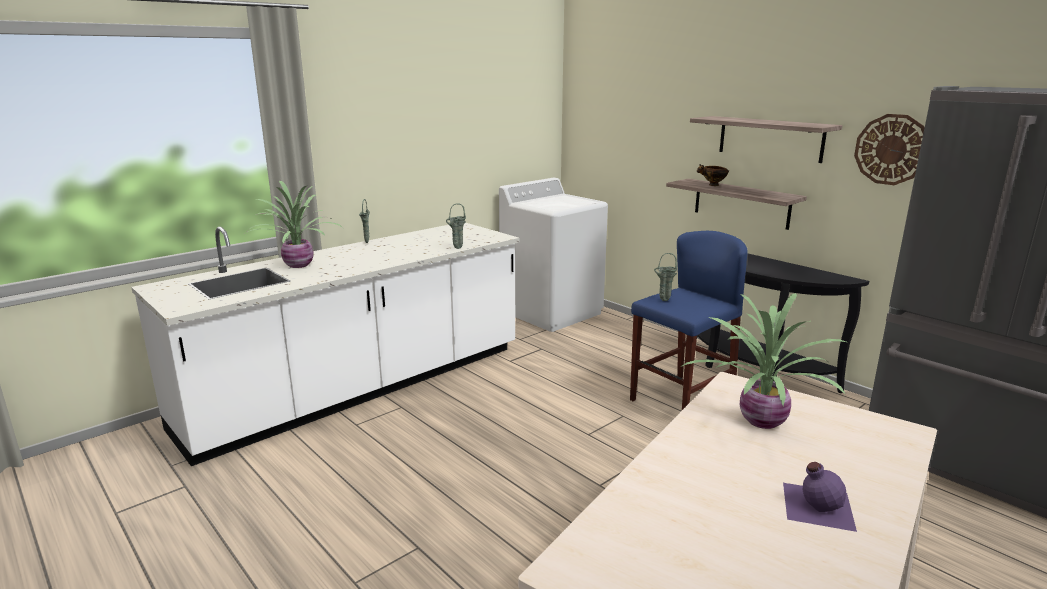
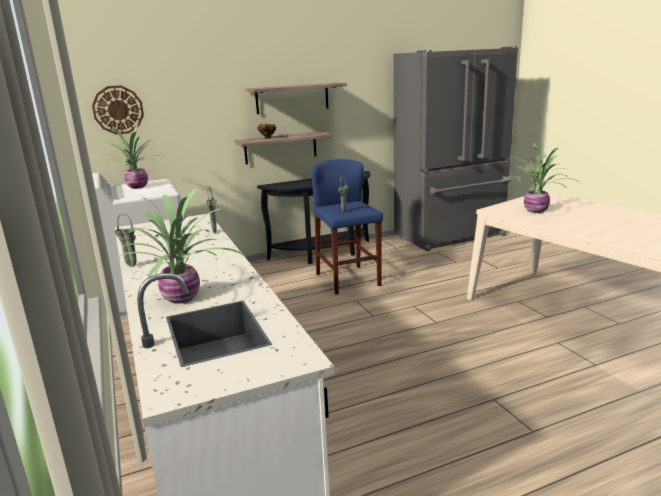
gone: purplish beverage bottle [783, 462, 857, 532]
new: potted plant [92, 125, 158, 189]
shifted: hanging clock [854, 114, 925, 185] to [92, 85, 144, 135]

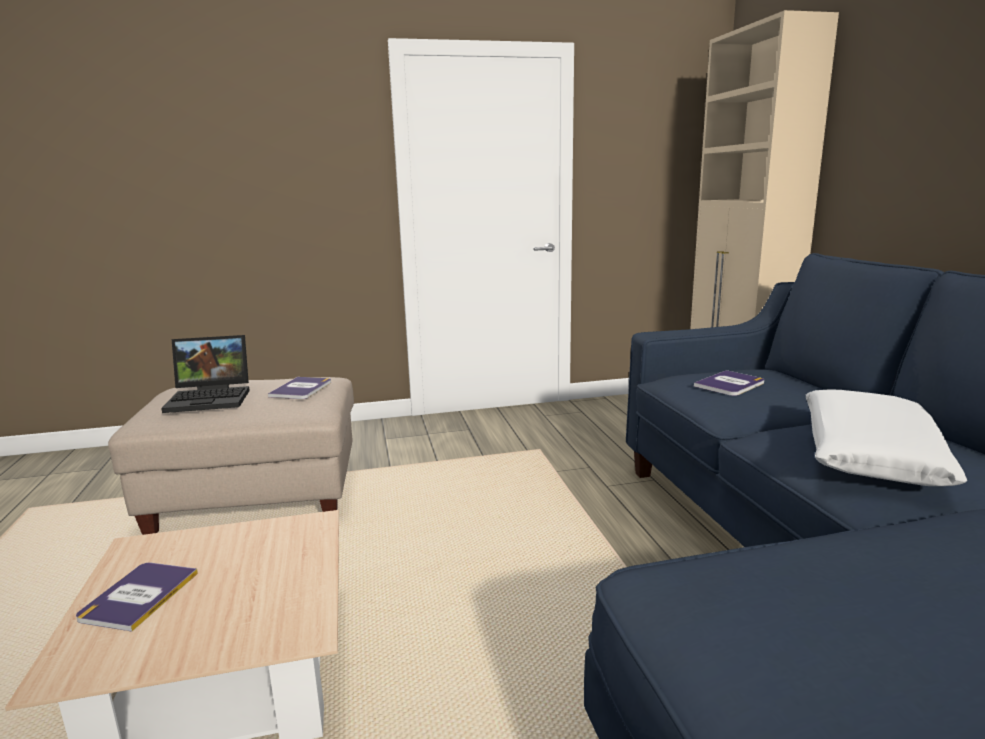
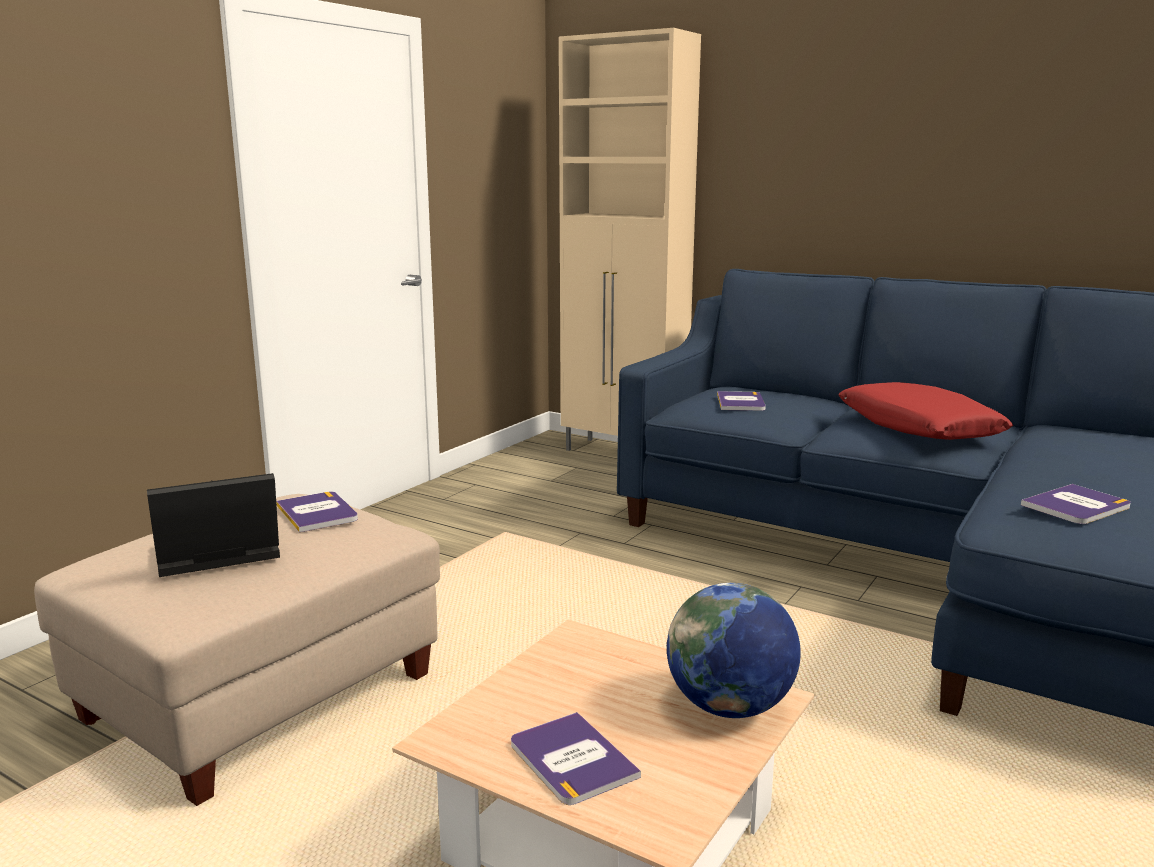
new: globe [667, 583, 801, 718]; volume [1021, 484, 1131, 524]
repainted: whitish cushion [806, 390, 968, 486] to reddish cushion [838, 382, 1013, 440]
rotated: laptop [161, 335, 250, 413] = [147, 473, 280, 577] 150 degrees counterclockwise

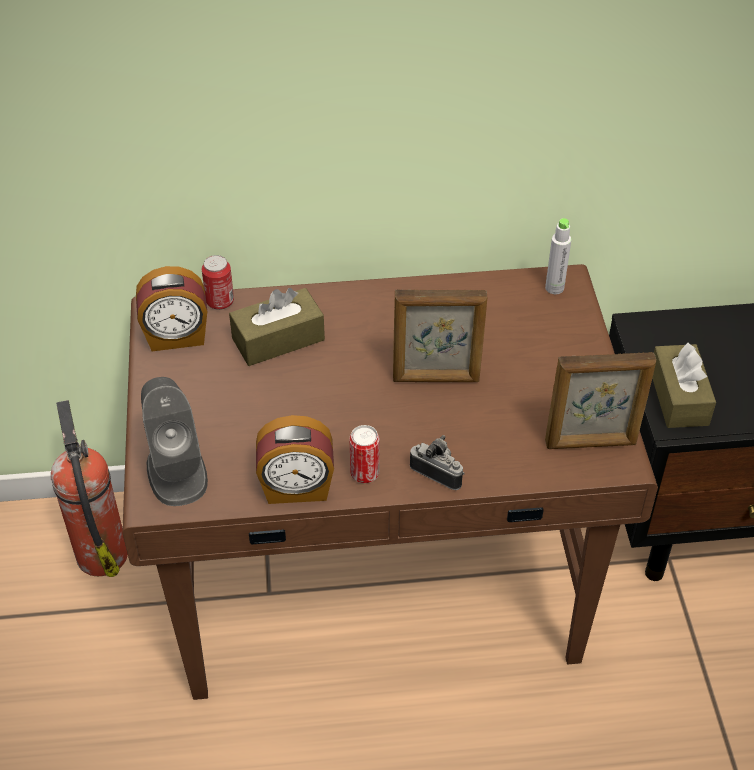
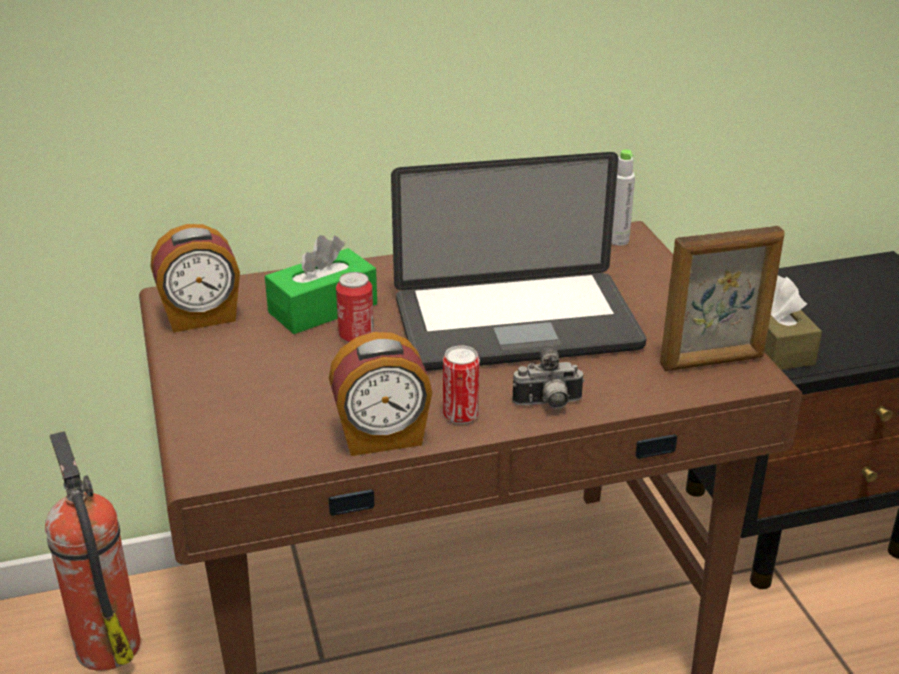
gone: greyish audio speaker [141, 377, 208, 506]
shifted: metal can [202, 255, 234, 310] to [336, 272, 374, 343]
swapped: photo frame [393, 289, 487, 382] to laptop [391, 152, 646, 371]
repainted: brownish tissue holder [229, 288, 325, 366] to green-coloured tissue holder [265, 235, 377, 334]
rotated: still camera [410, 435, 465, 490] = [513, 345, 585, 409] 150 degrees clockwise

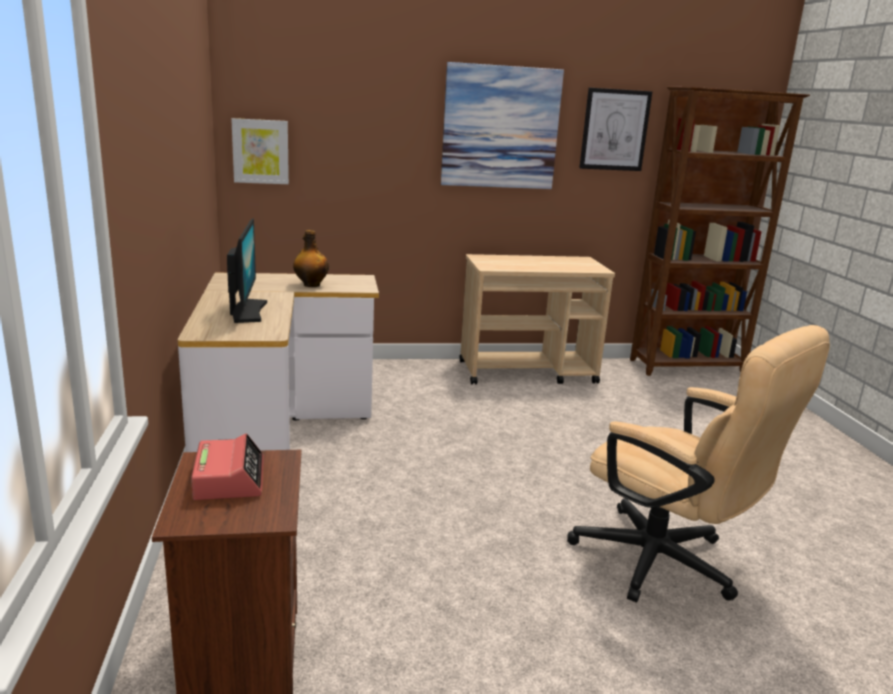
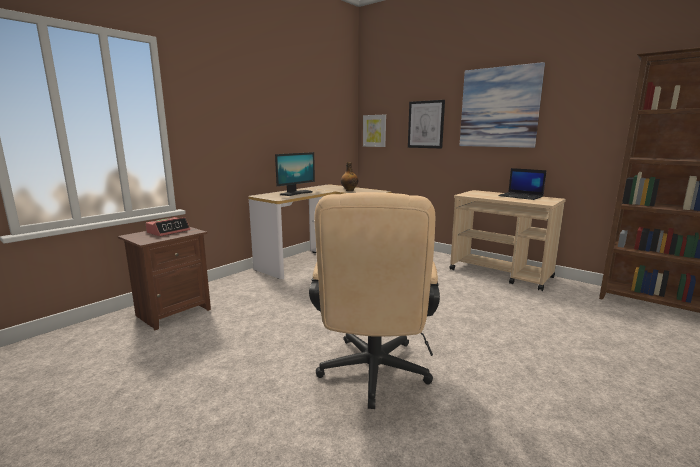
new: laptop [498, 168, 547, 200]
shifted: picture [579, 88, 652, 171] to [408, 100, 445, 148]

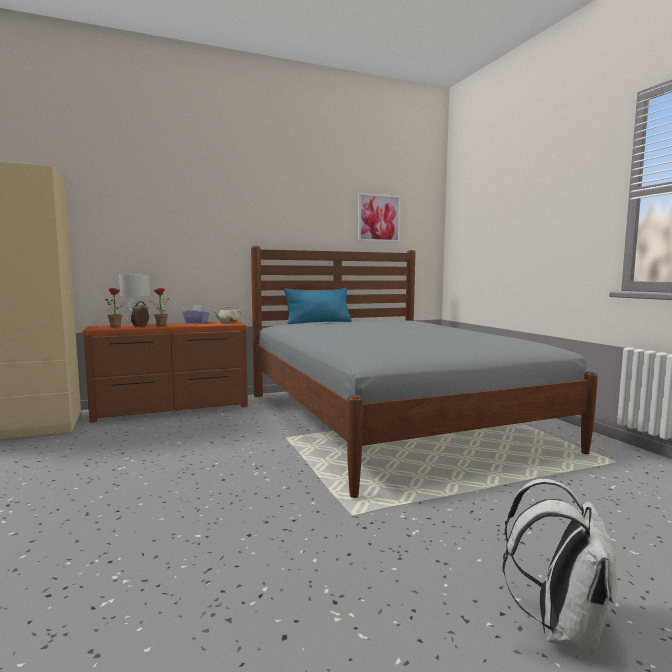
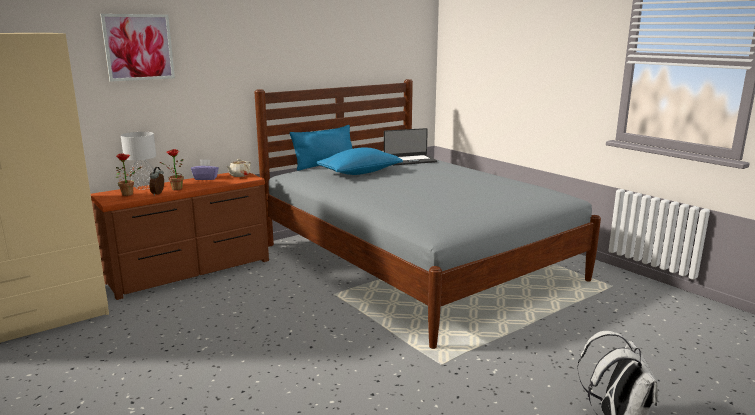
new: bluish cushion [317, 148, 403, 175]; laptop [384, 128, 437, 165]
shifted: picture [358, 193, 401, 242] to [100, 14, 175, 82]

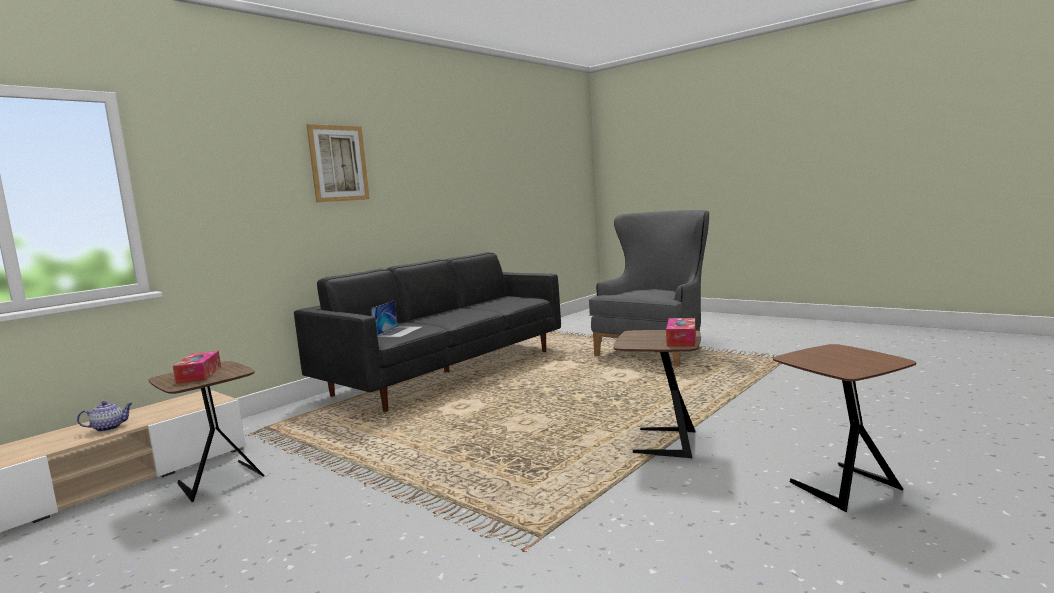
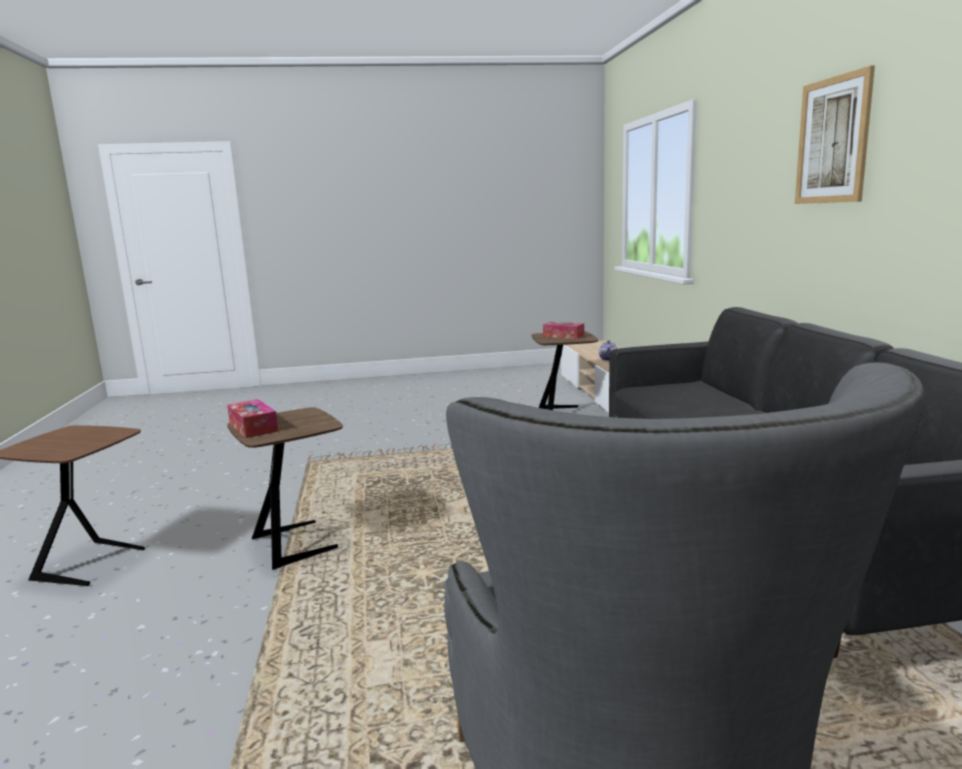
gone: laptop [371, 300, 423, 337]

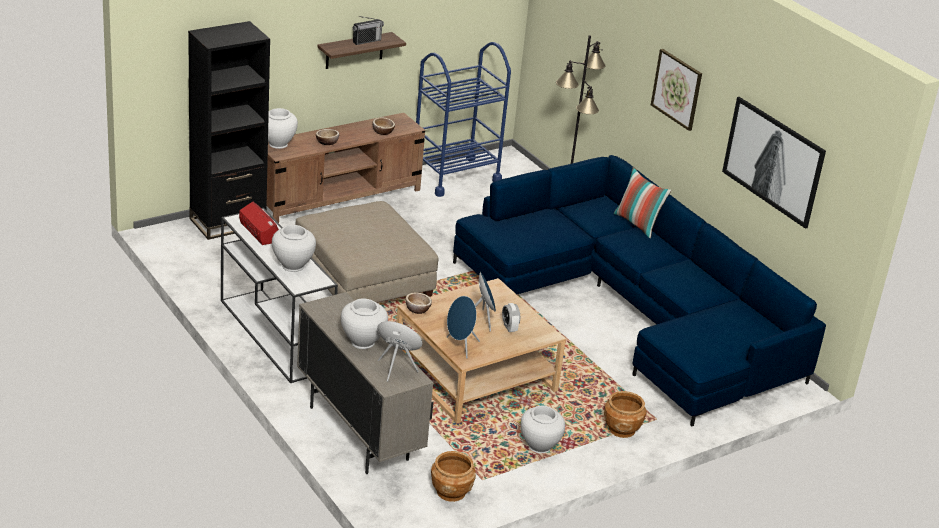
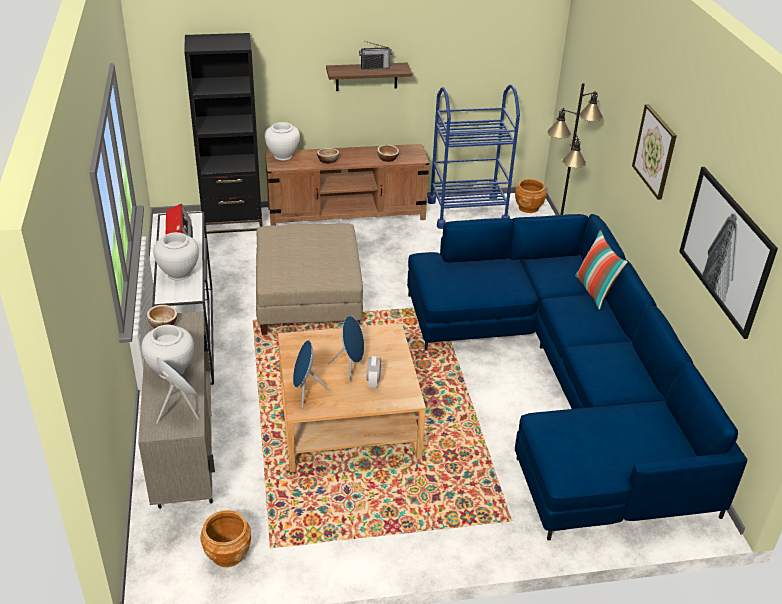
gone: whitish flower vase [521, 406, 565, 453]
shifted: serving bowl [406, 292, 432, 314] to [147, 305, 177, 328]; brownish planter [604, 391, 647, 438] to [515, 179, 547, 213]

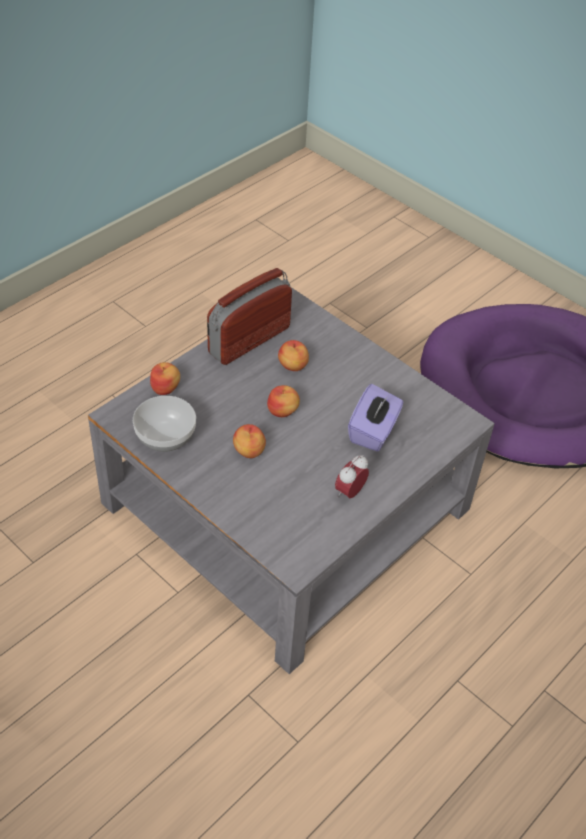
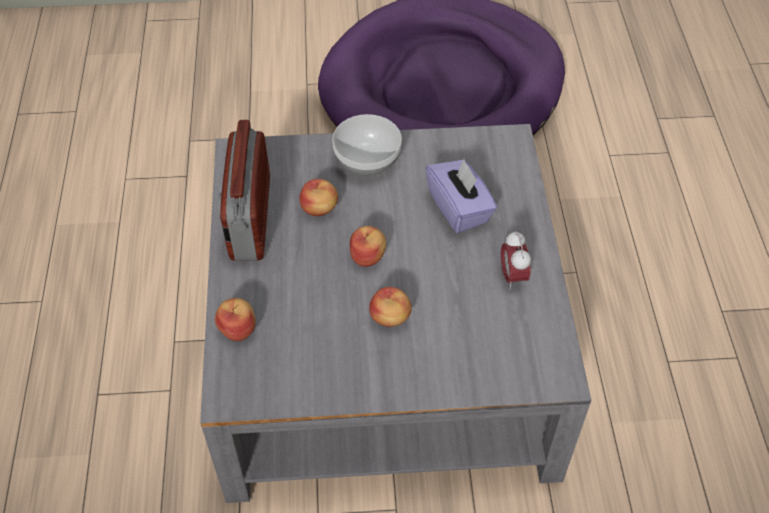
shifted: serving bowl [133, 396, 196, 452] to [332, 114, 402, 176]

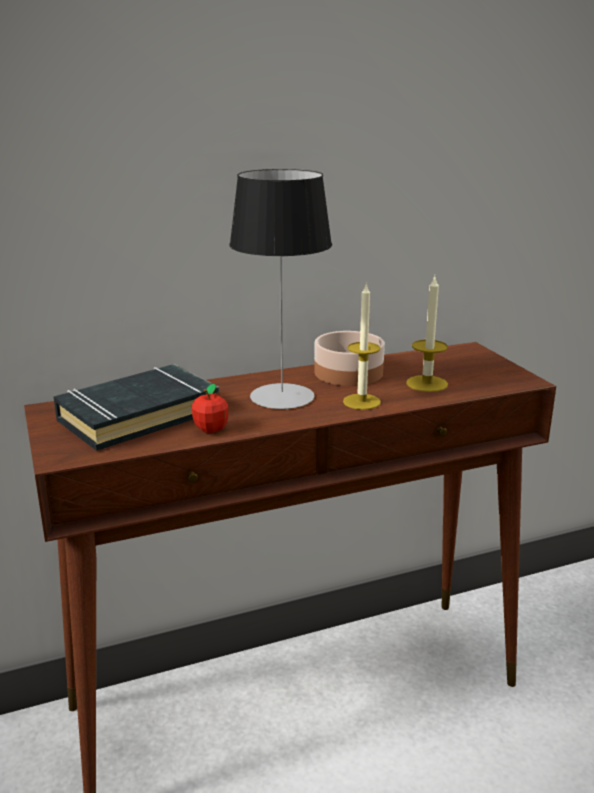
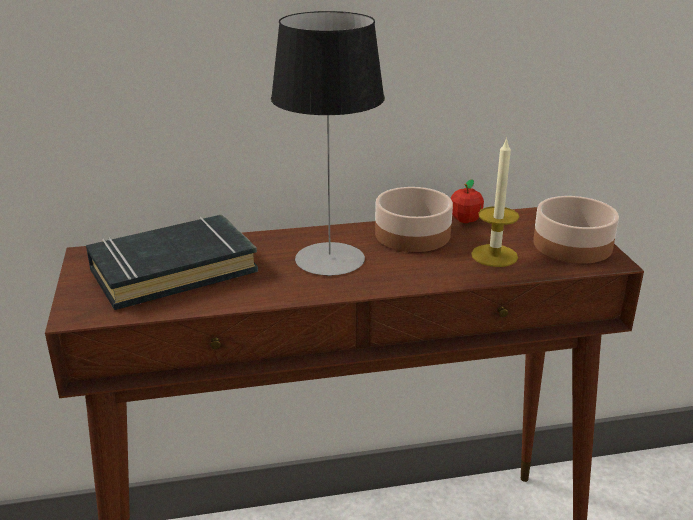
gone: wax light [343, 284, 381, 410]
new: serving bowl [533, 196, 619, 264]
shifted: whole apple [192, 384, 228, 433] to [451, 179, 484, 223]

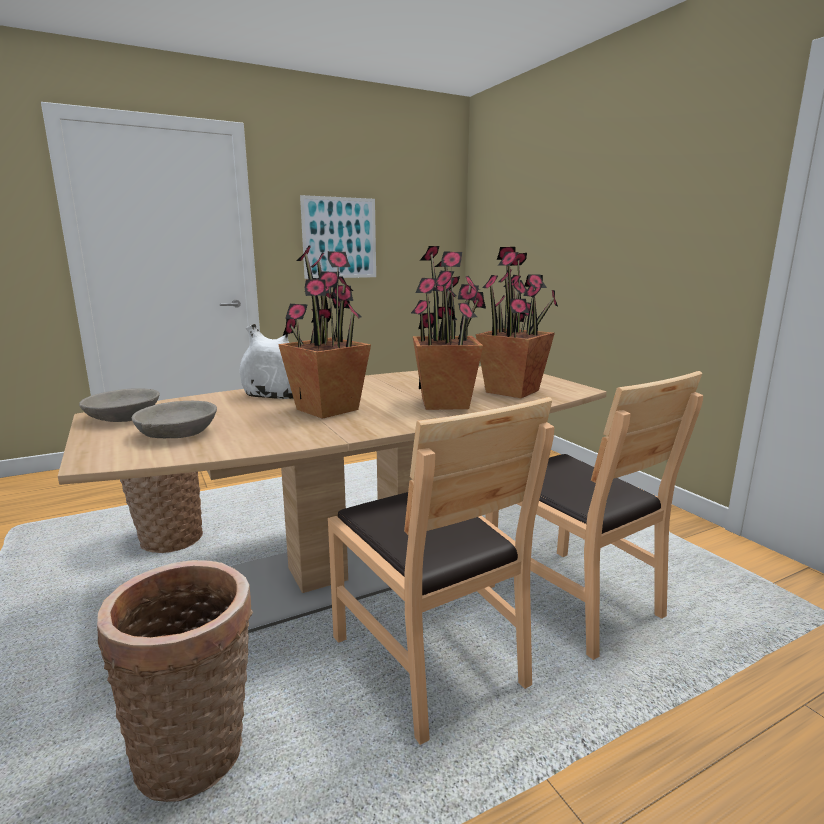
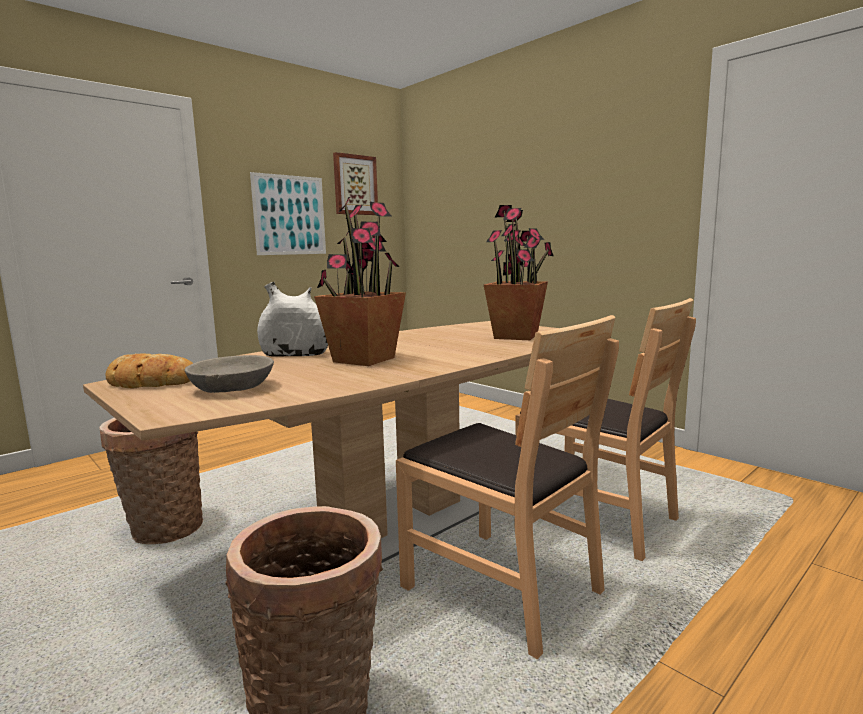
gone: potted plant [411, 246, 486, 410]
new: picture [333, 152, 378, 215]
swapped: greyish serving bowl [79, 388, 160, 422] to baked bread [105, 353, 193, 388]

